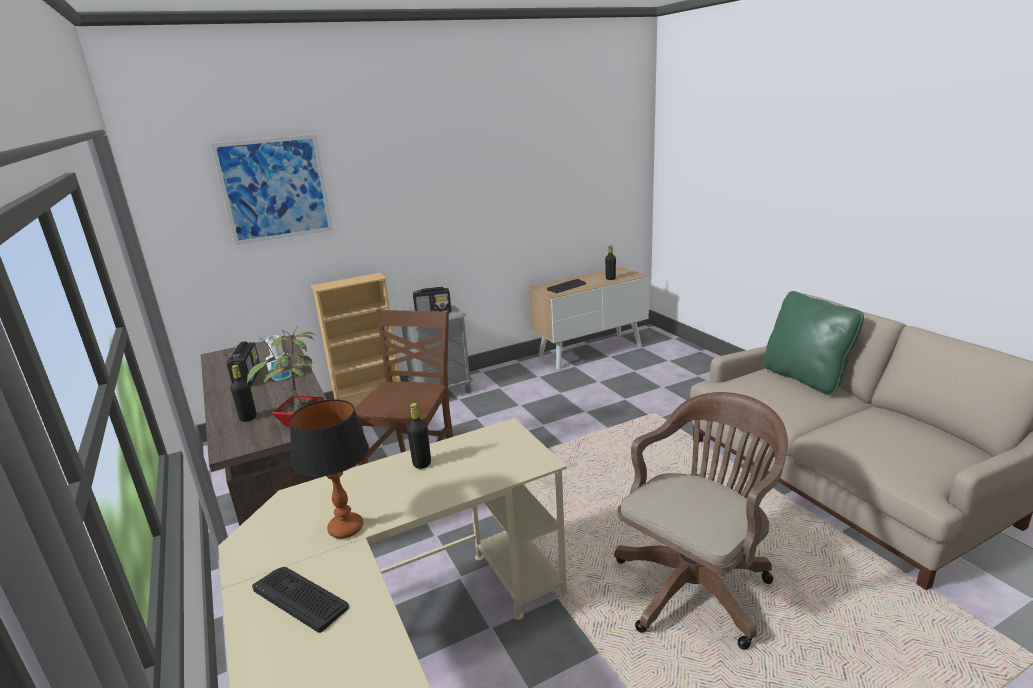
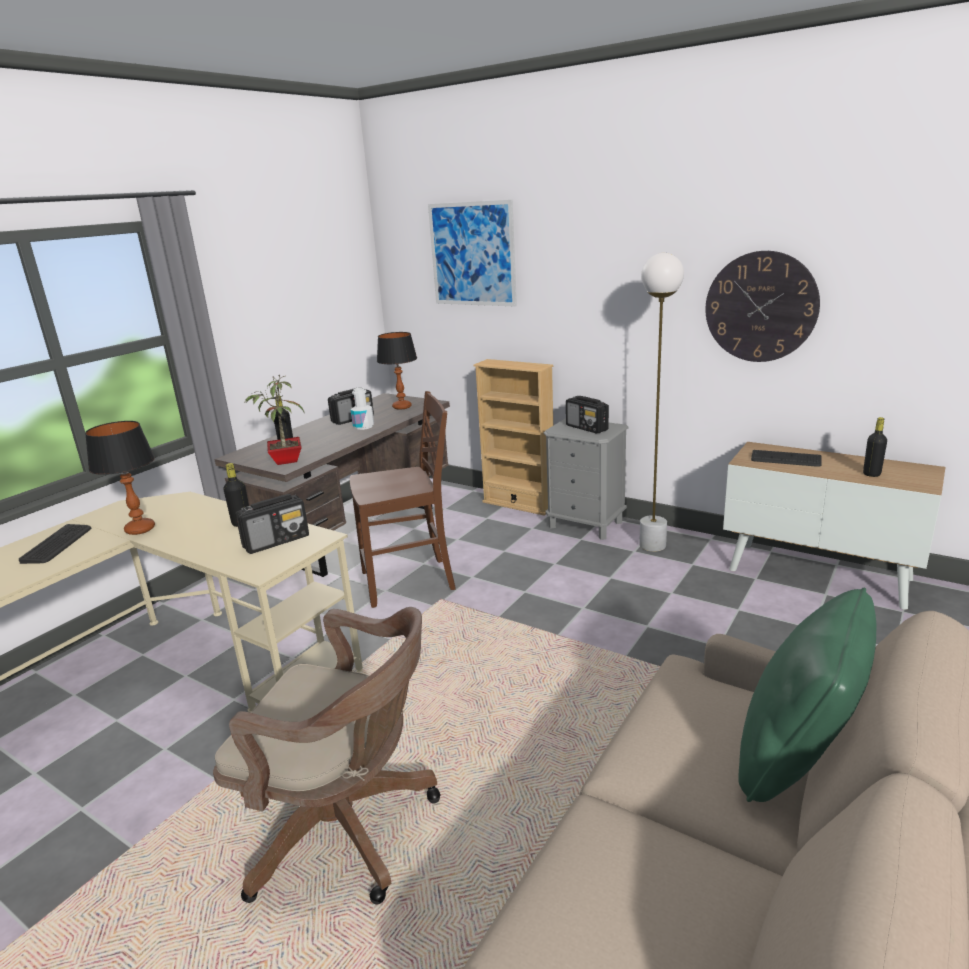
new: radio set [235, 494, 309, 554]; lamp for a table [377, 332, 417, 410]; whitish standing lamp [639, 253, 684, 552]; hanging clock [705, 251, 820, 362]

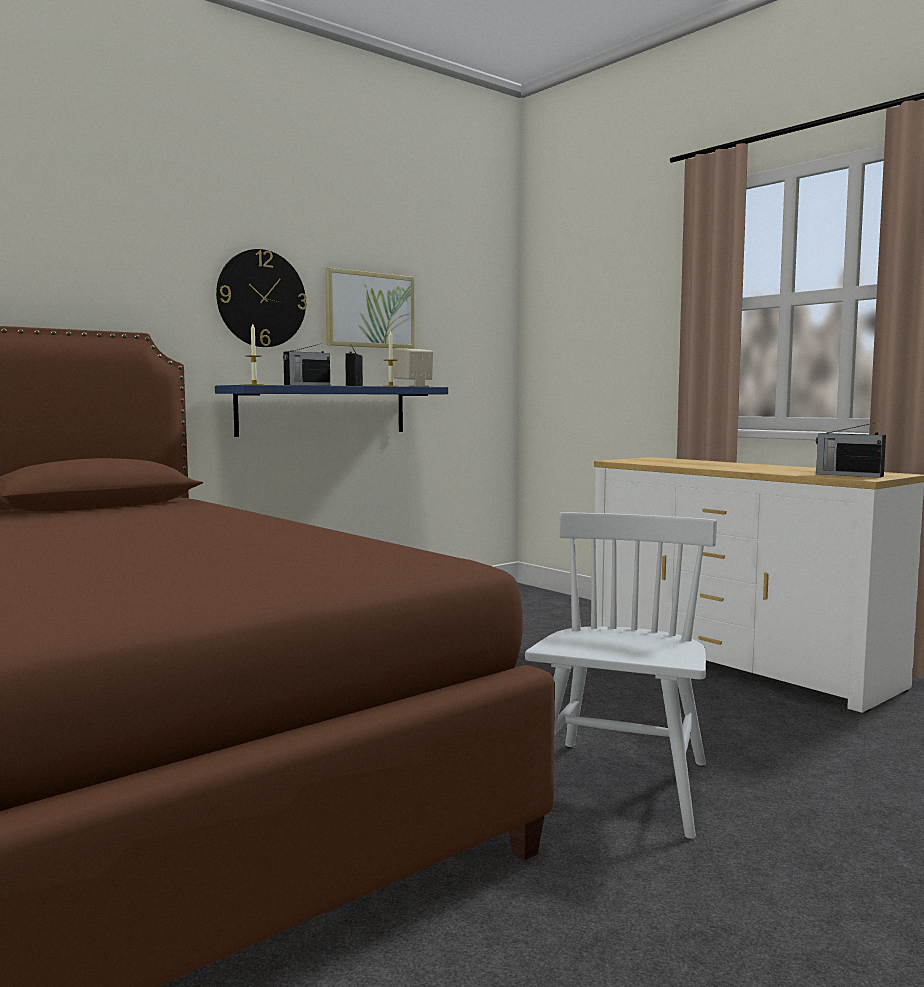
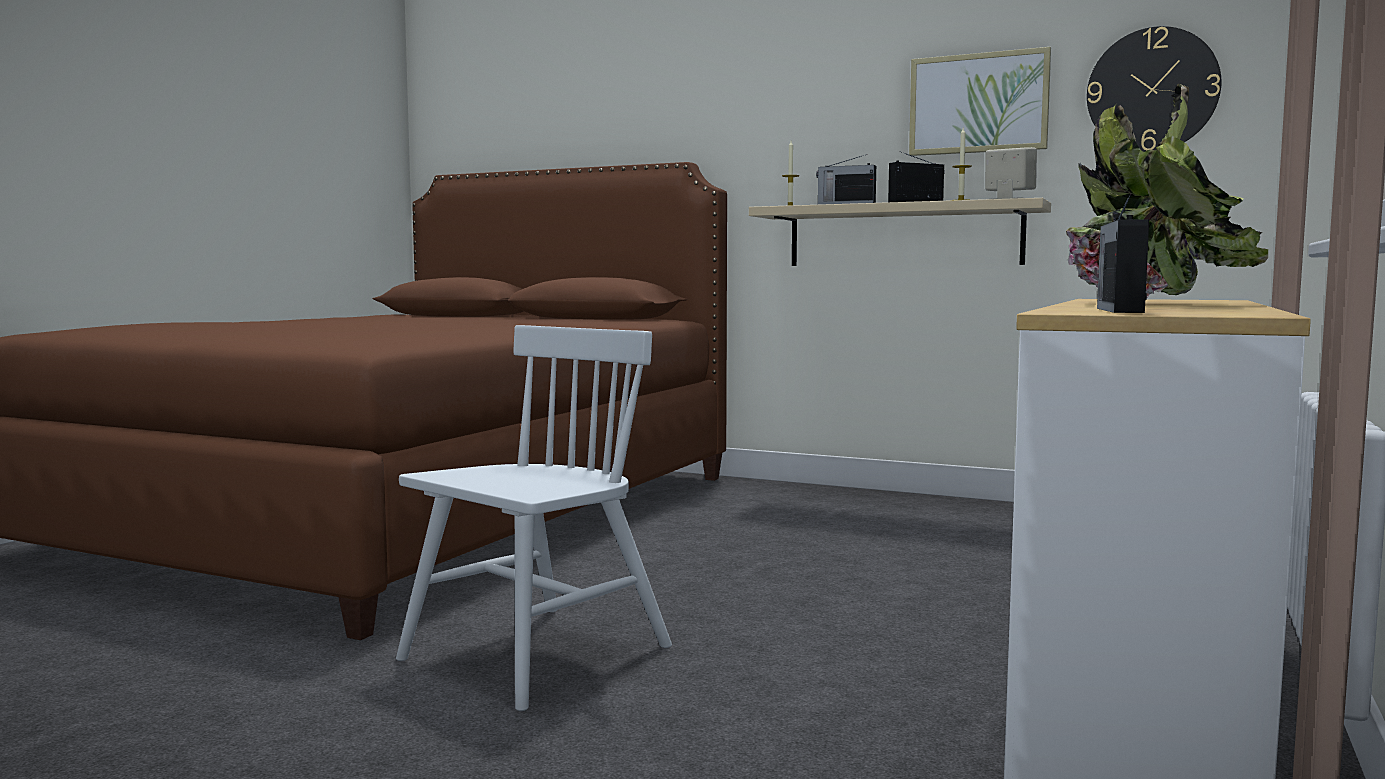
new: potted plant [1066, 84, 1268, 298]
shifted: hanging clock [216, 249, 307, 347] to [1087, 26, 1221, 152]
repainted: bluish wall shelf [215, 385, 448, 437] to beige-coloured wall shelf [749, 198, 1051, 266]
rotated: whitish upright chair [525, 512, 717, 839] = [396, 325, 672, 711] 45 degrees counterclockwise

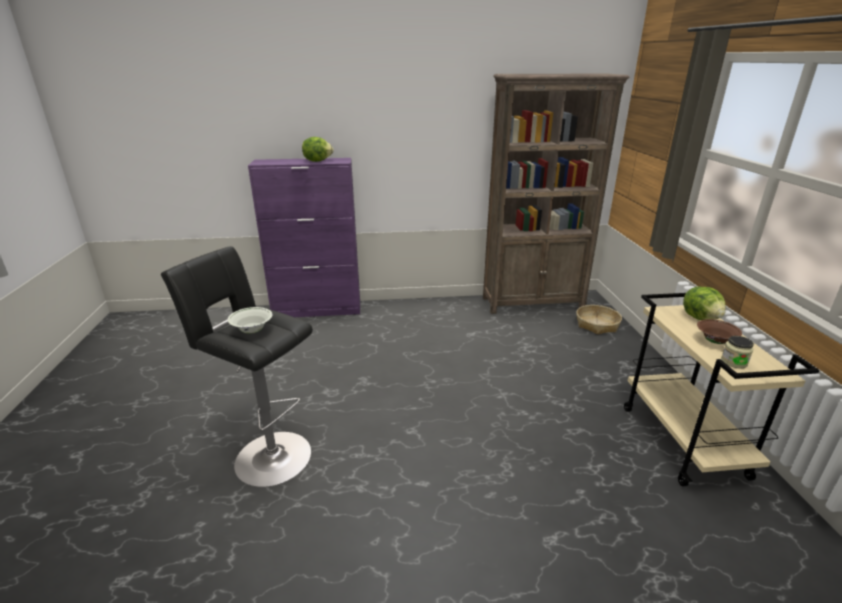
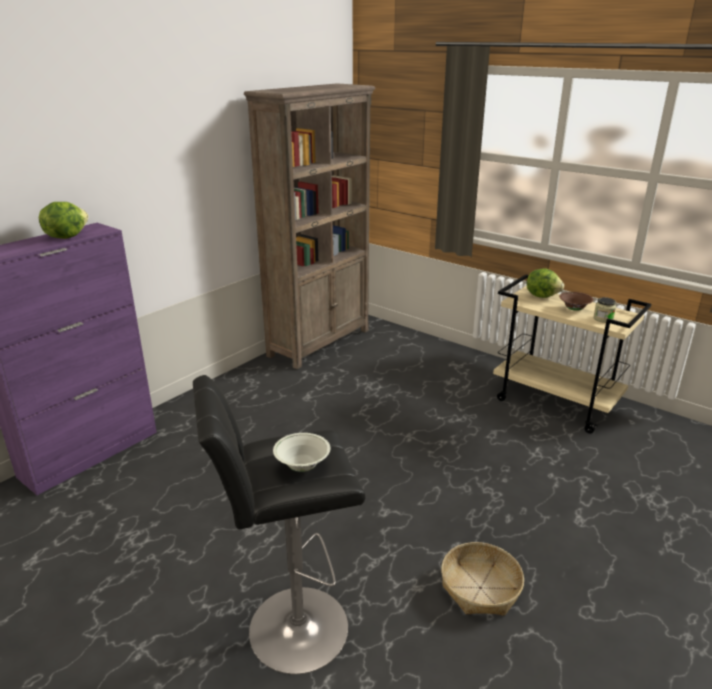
shifted: basket [576, 305, 622, 335] to [441, 542, 524, 615]

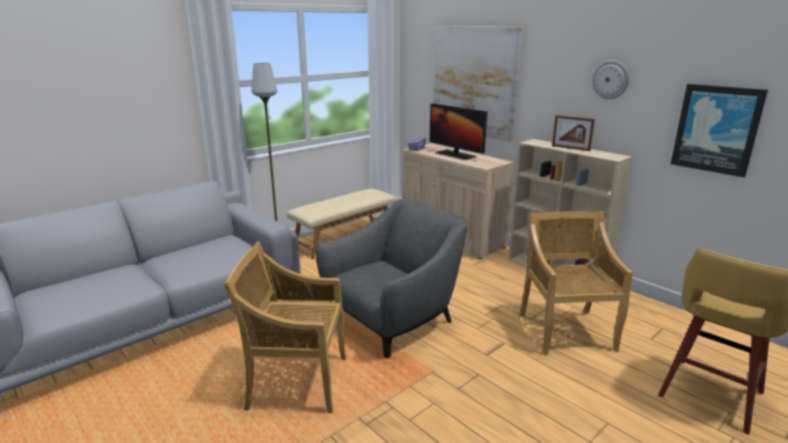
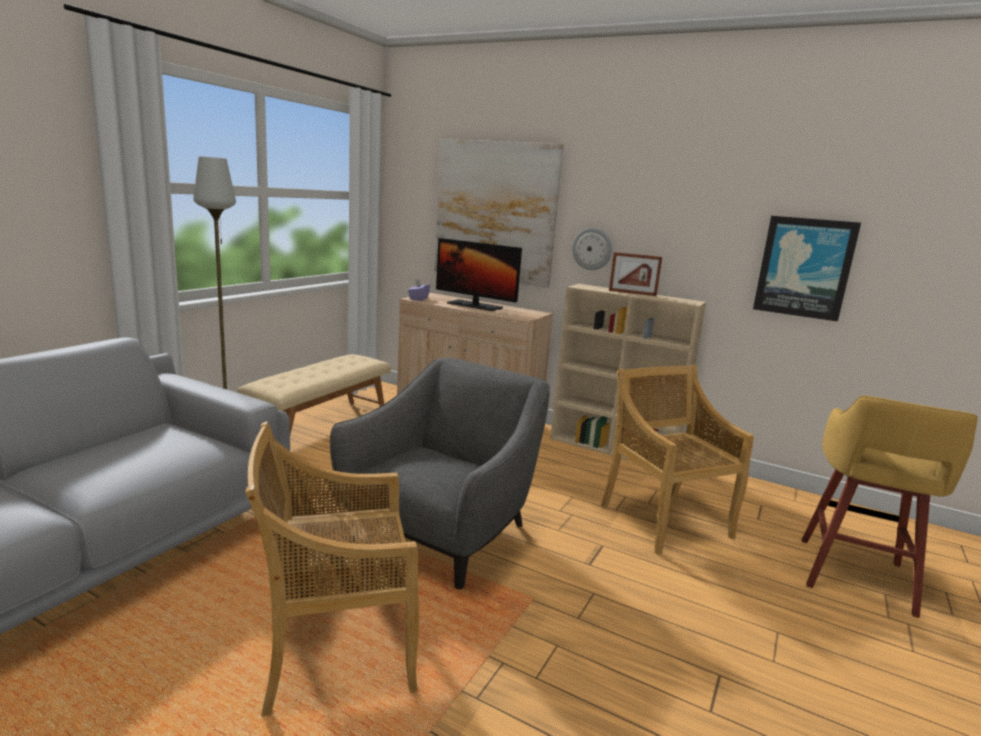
shifted: hanging clock [592, 60, 629, 99] to [572, 228, 612, 270]

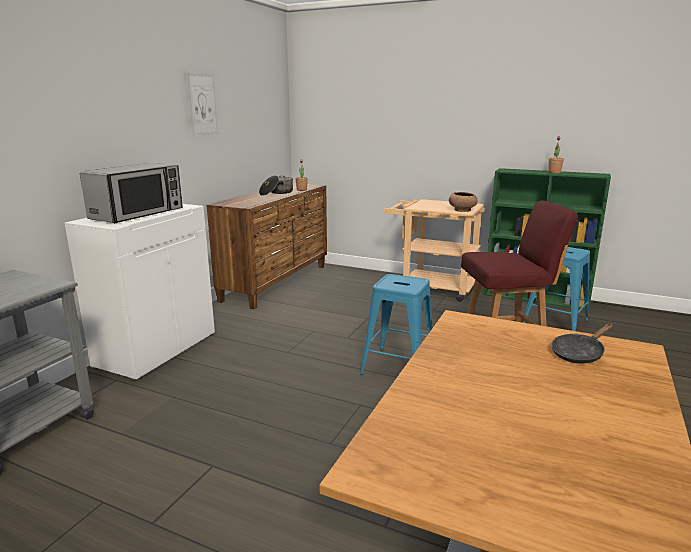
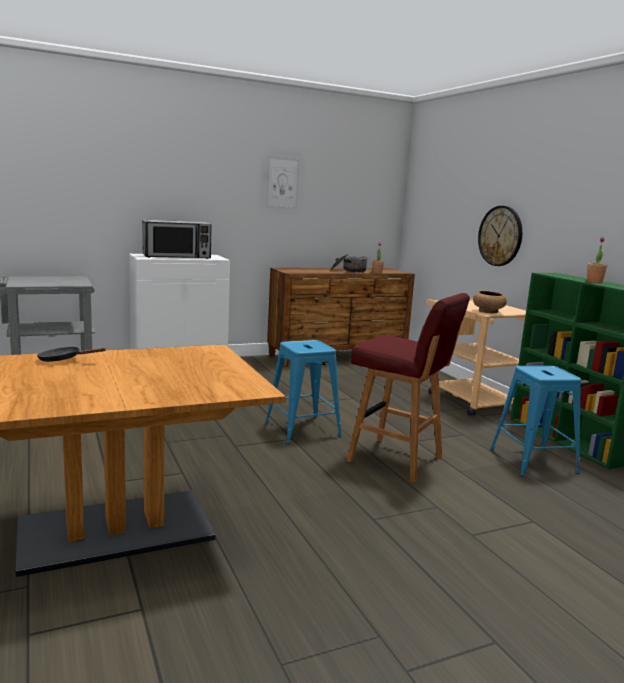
new: hanging clock [478, 206, 522, 266]
shifted: black-coloured frying pan [551, 323, 613, 364] to [37, 347, 106, 362]

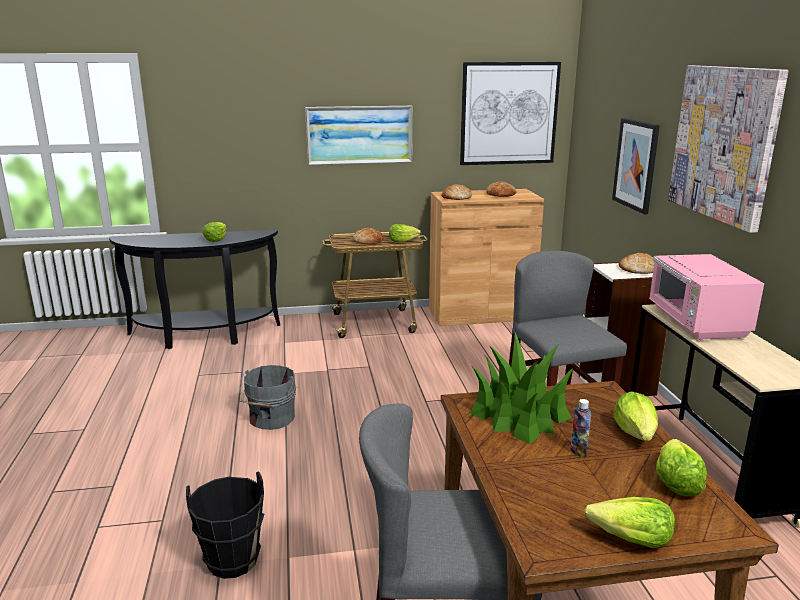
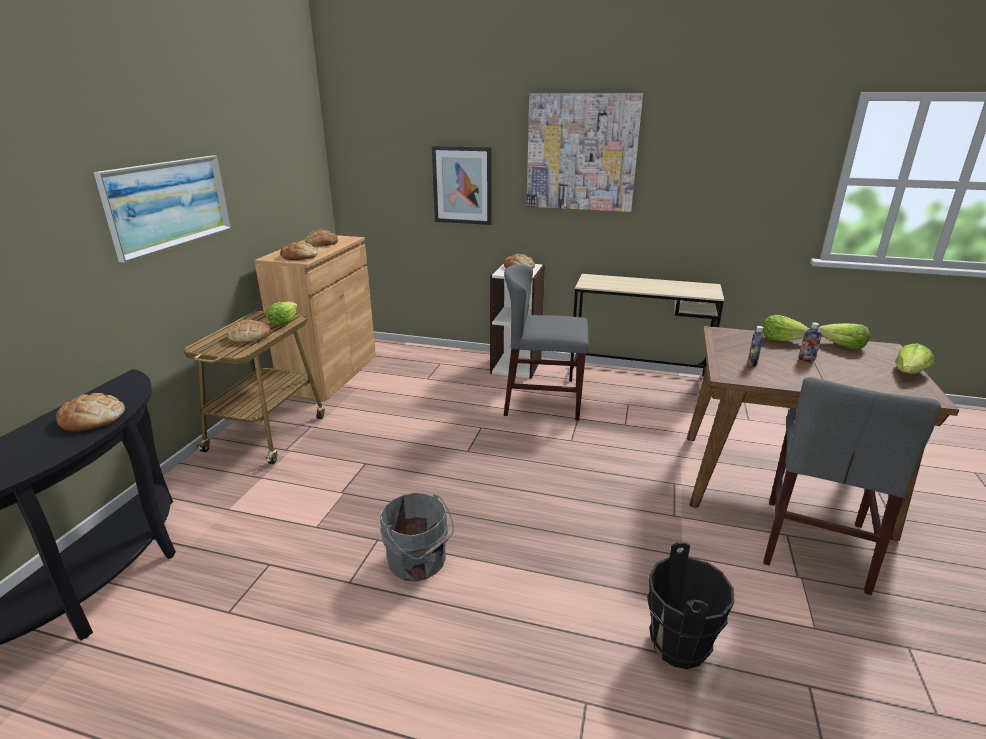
gone: picture [460, 62, 561, 165]; pinkish microwave oven [649, 254, 764, 340]
swapped: lettuce head [202, 222, 227, 242] to baked bread [56, 393, 125, 432]; potted plant [469, 333, 574, 444] to beverage bottle [747, 326, 764, 367]

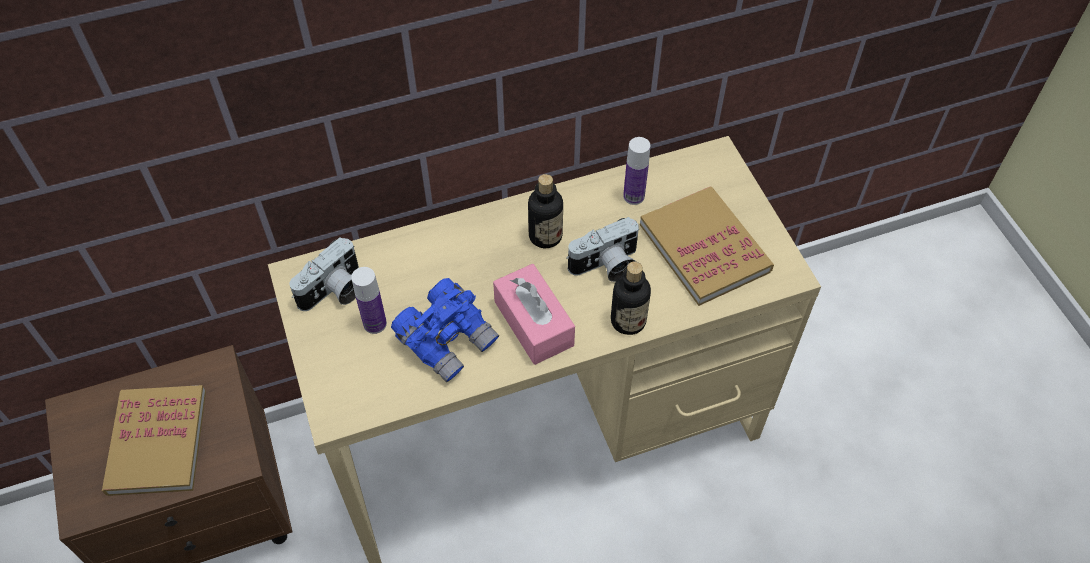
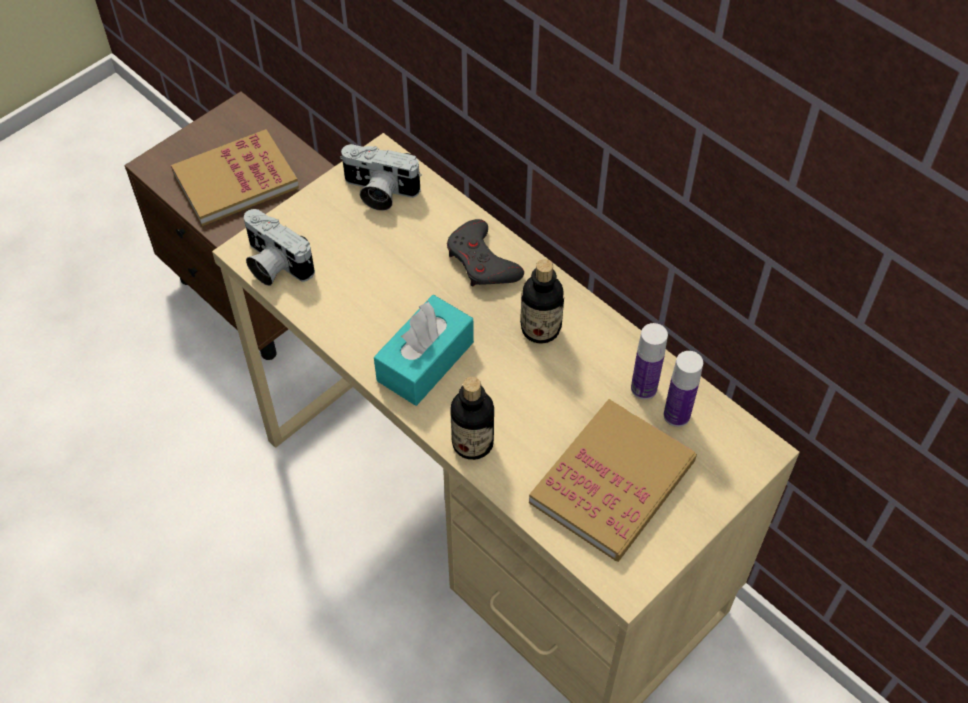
gone: bluish pair of binoculars [391, 278, 499, 382]
new: greyish game controller [447, 219, 524, 287]
shifted: still camera [566, 217, 639, 282] to [244, 209, 315, 286]; beverage bottle [351, 267, 387, 334] to [664, 351, 703, 427]
repainted: pinkish tissue holder [493, 264, 575, 365] to turquoise-coloured tissue holder [374, 295, 474, 406]

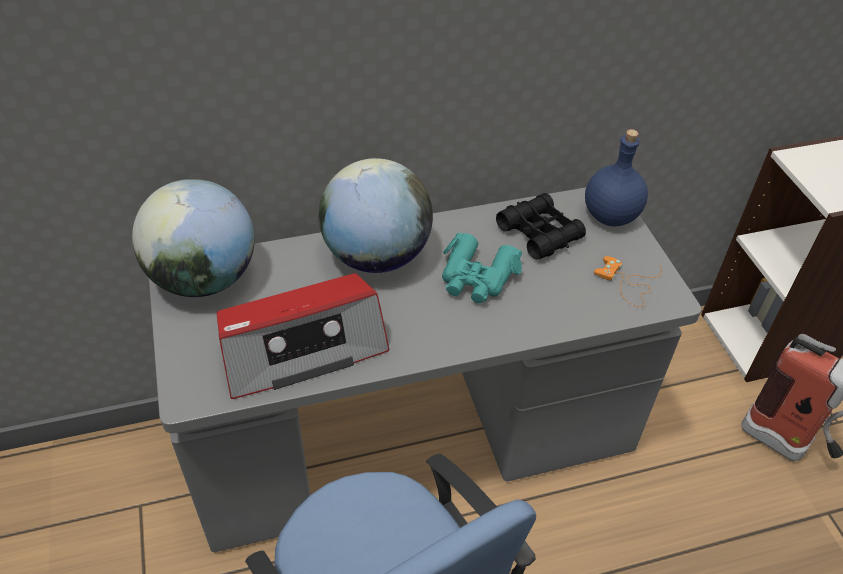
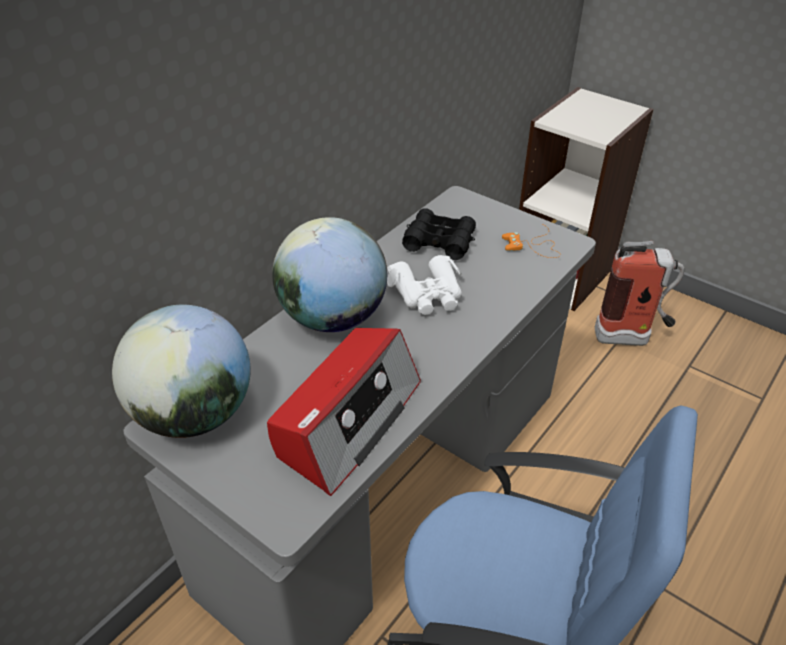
gone: bluish beverage bottle [585, 129, 648, 227]
repainted: turquoise-coloured pair of binoculars [442, 233, 522, 303] to whitish pair of binoculars [387, 255, 462, 315]

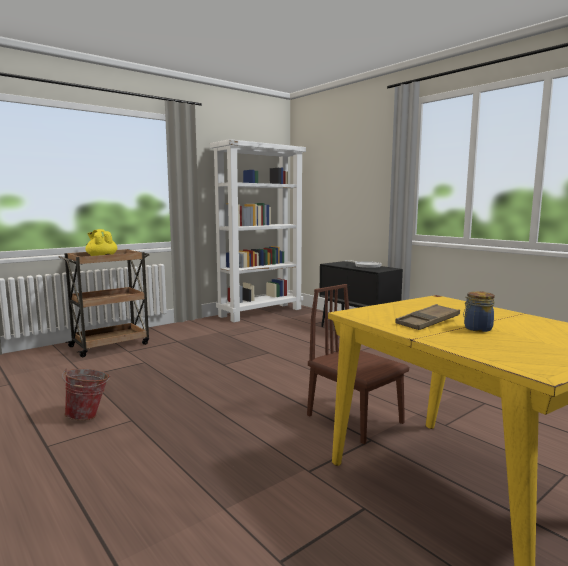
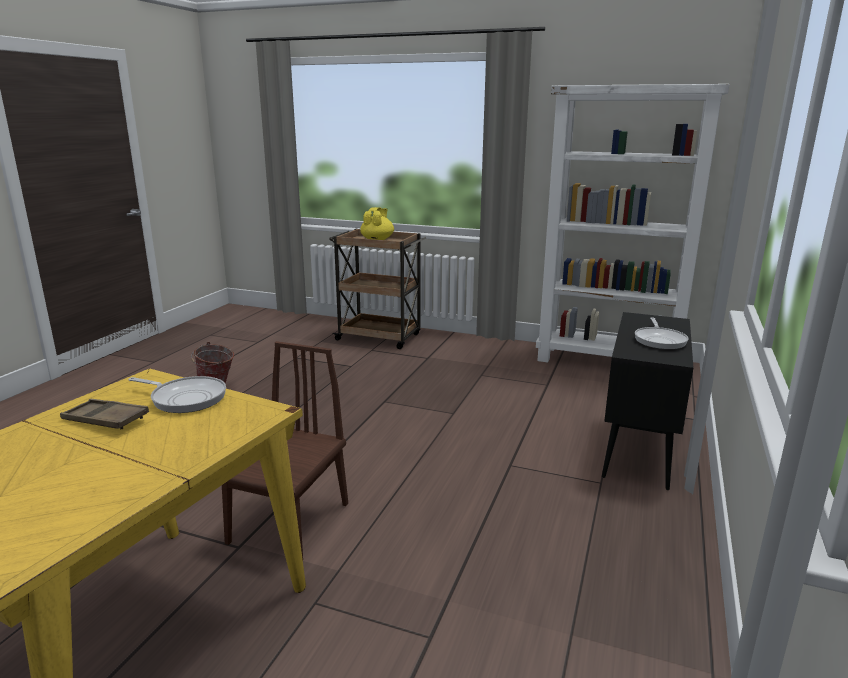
gone: preserve jar [463, 291, 495, 332]
new: frying pan [128, 376, 226, 413]

